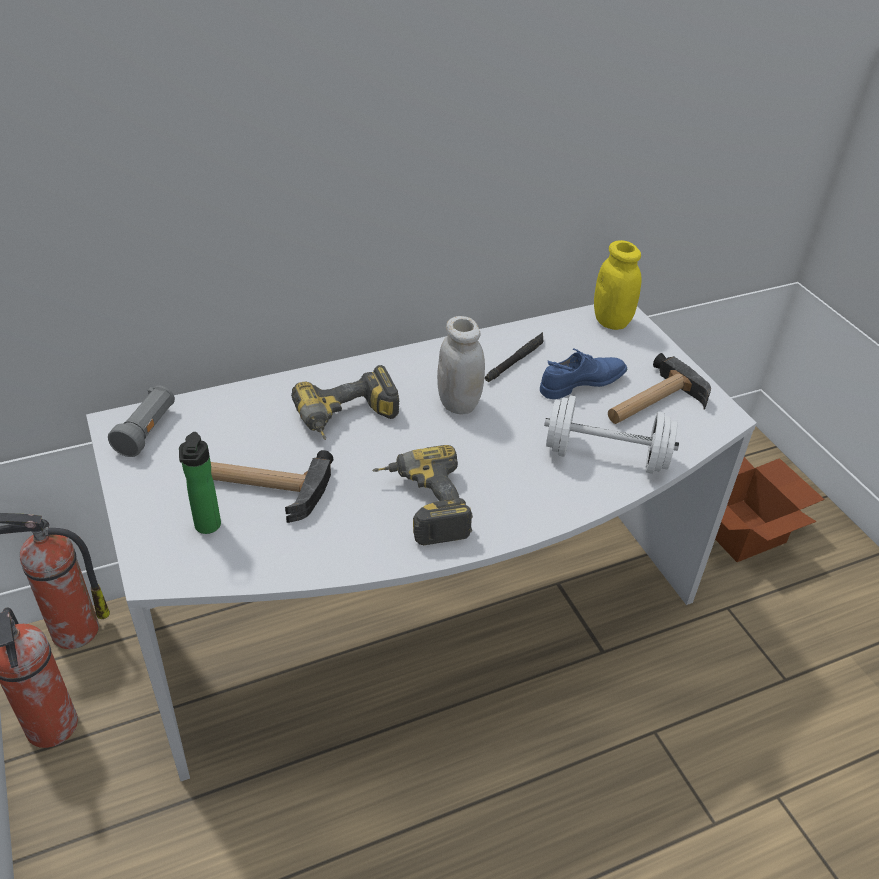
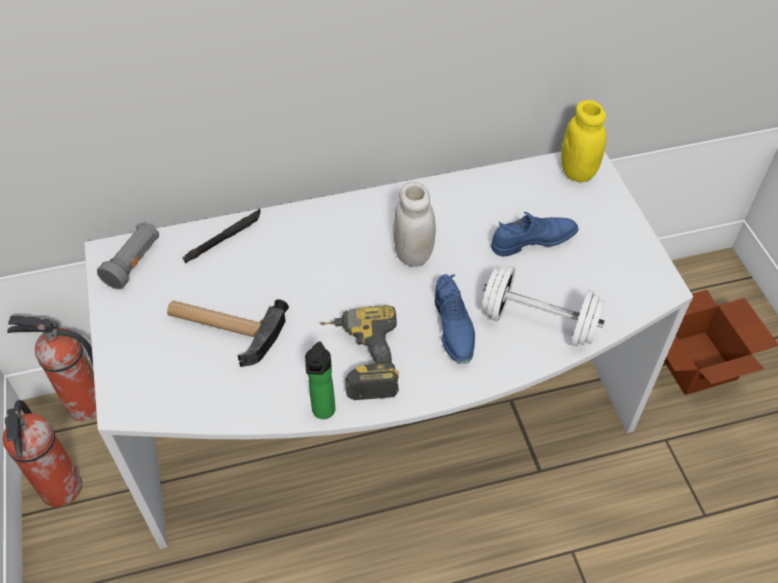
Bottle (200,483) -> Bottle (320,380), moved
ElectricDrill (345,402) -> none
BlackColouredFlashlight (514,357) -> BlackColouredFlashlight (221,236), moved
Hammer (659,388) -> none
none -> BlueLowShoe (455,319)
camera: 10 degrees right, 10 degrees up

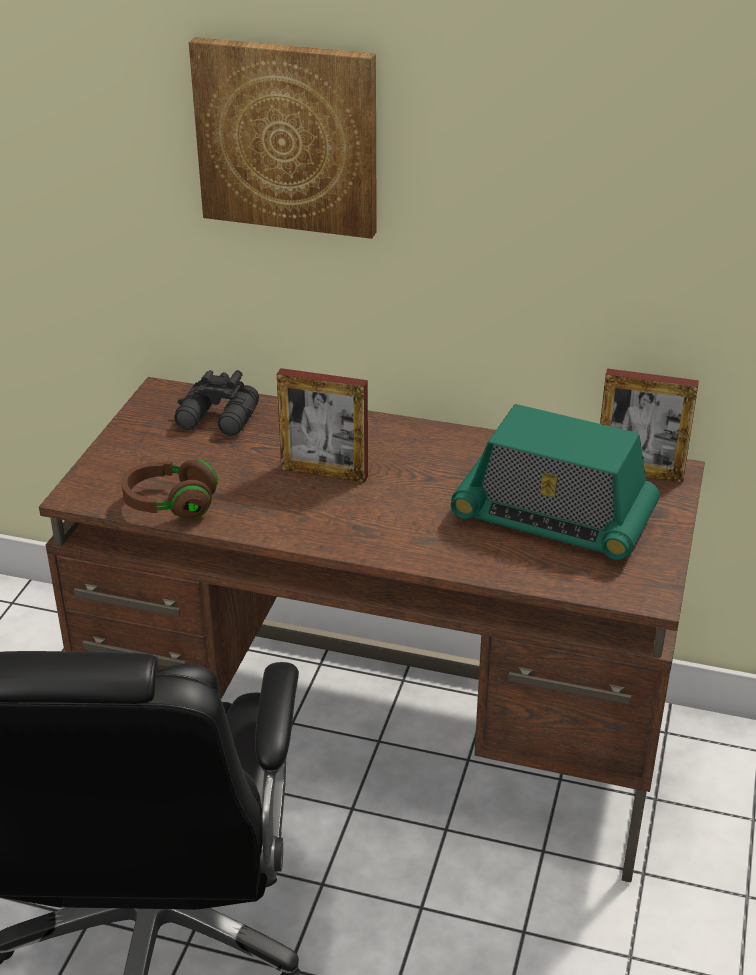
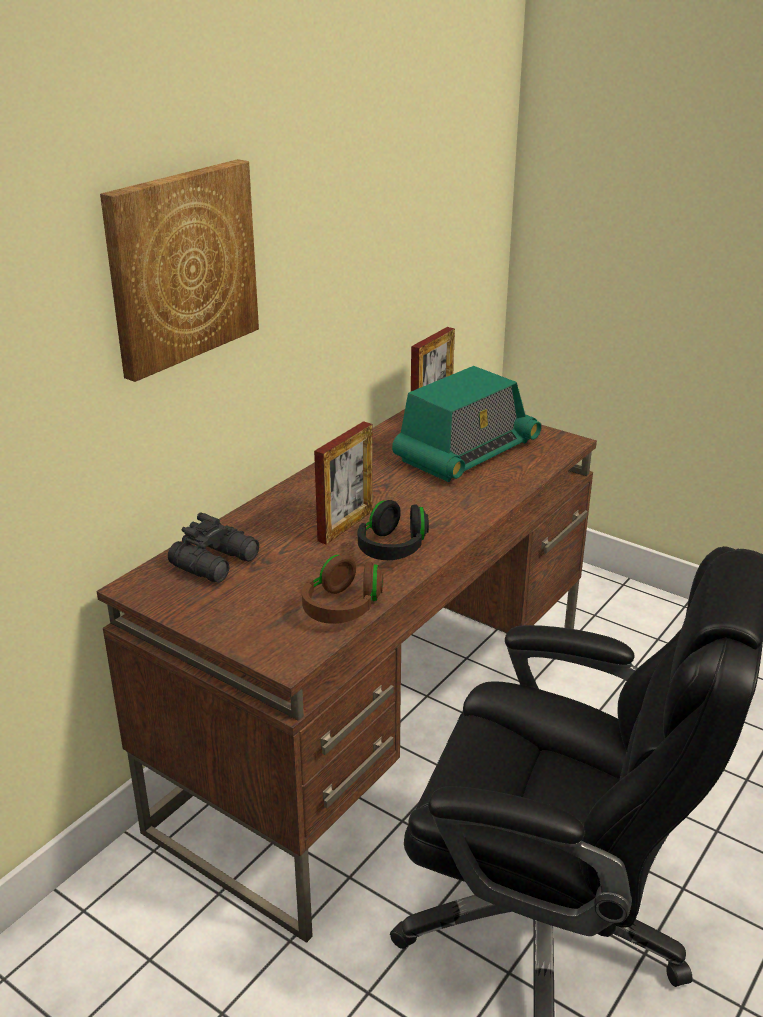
none -> BlackColouredHeadphones (393,530)
camera: 70 degrees left, 5 degrees down

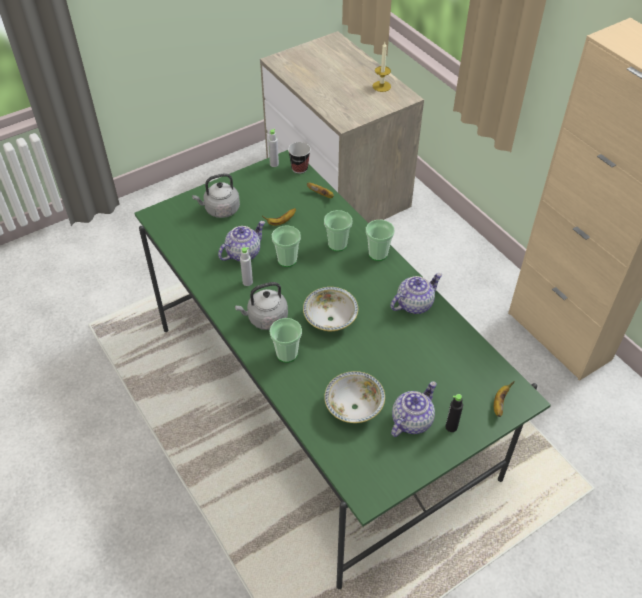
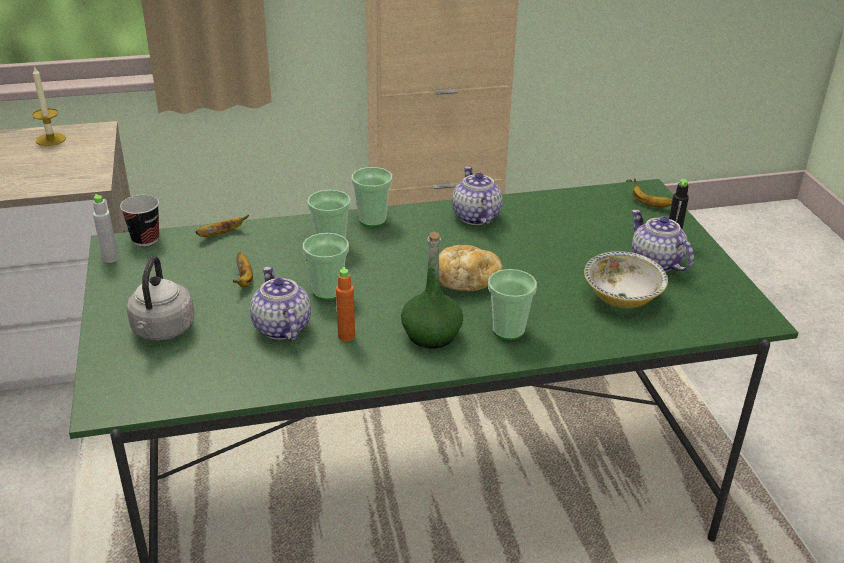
GreyishTeaKettle (261,306) -> GreenColouredBottle (432,290)
GreyishBottle (246,266) -> OrangeyBottle (345,304)
DeepDish (330,309) -> Bread (471,268)
camera: 70 degrees left, 15 degrees down

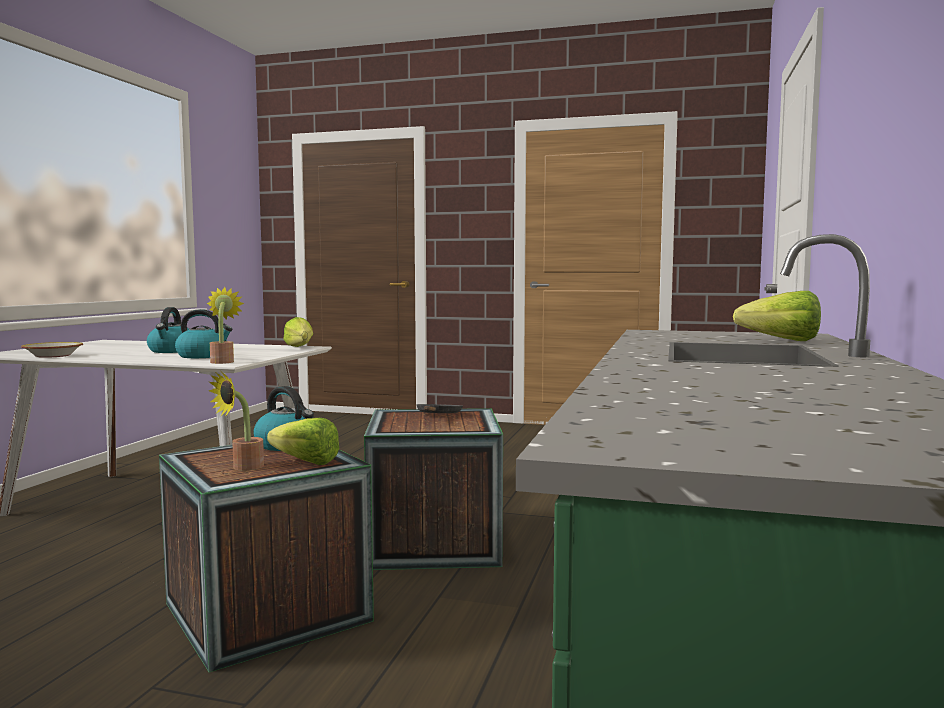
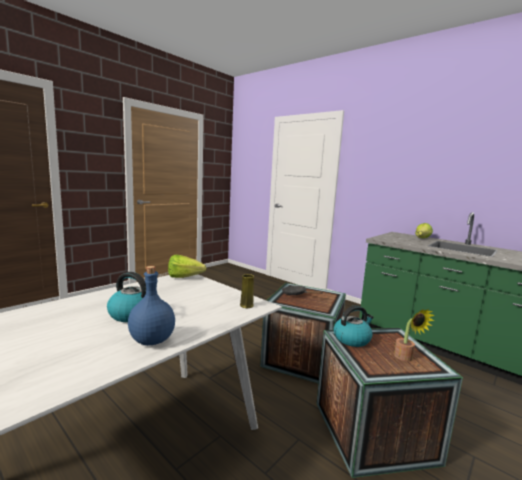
DeepDish (52,350) -> none
TeaKettle (204,333) -> none
PottedPlant (225,325) -> YellowishDecorativeVase (247,291)
Lettuce (303,441) -> none
none -> BlueBottle (151,306)
camera: 65 degrees left, 5 degrees up

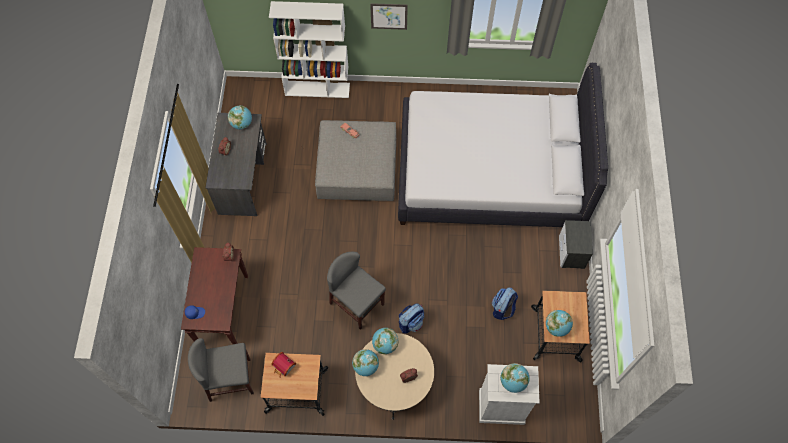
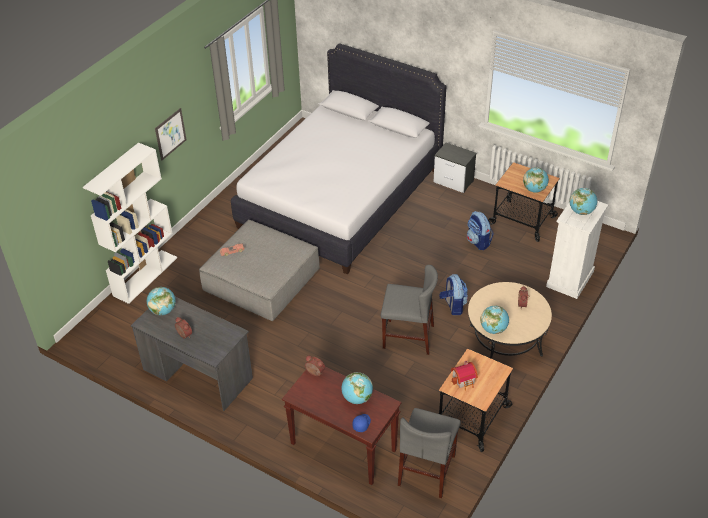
GreyishChair (356,291) -> GreyishChair (409,310), 150 degrees counterclockwise
Globe (385,341) -> Globe (357,388), moved
camera: 60 degrees left, 20 degrees down

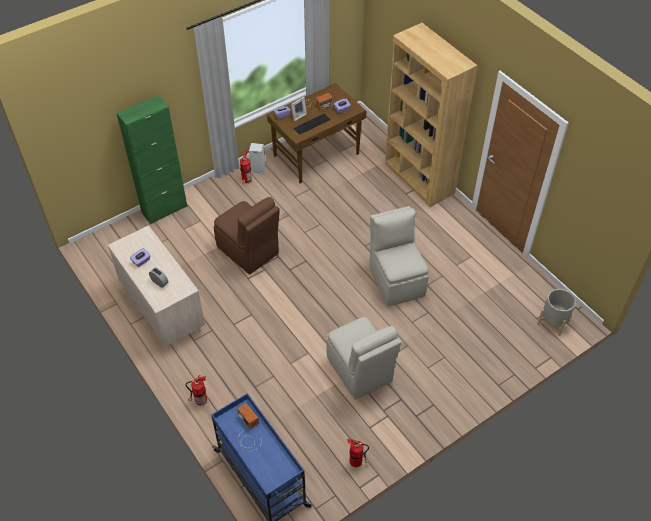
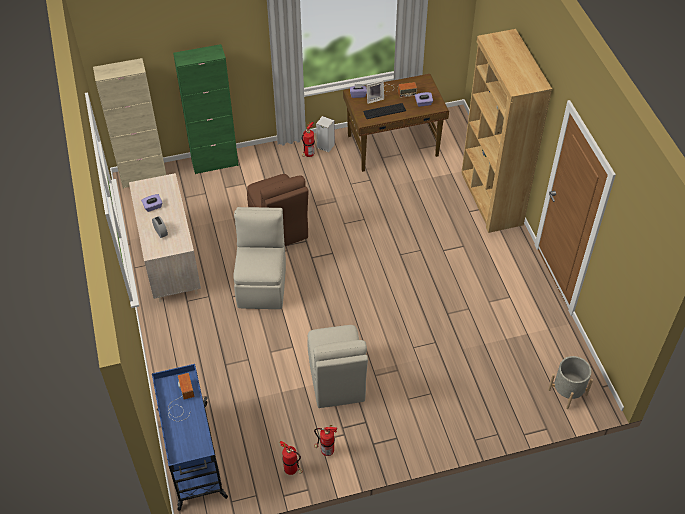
FireExtinguisher (196,390) -> FireExtinguisher (325,440), moved
BeigeChair (399,256) -> BeigeChair (259,258), moved
none -> BeigeCupboard (129,123)
camera: 20 degrees right, 0 degrees up

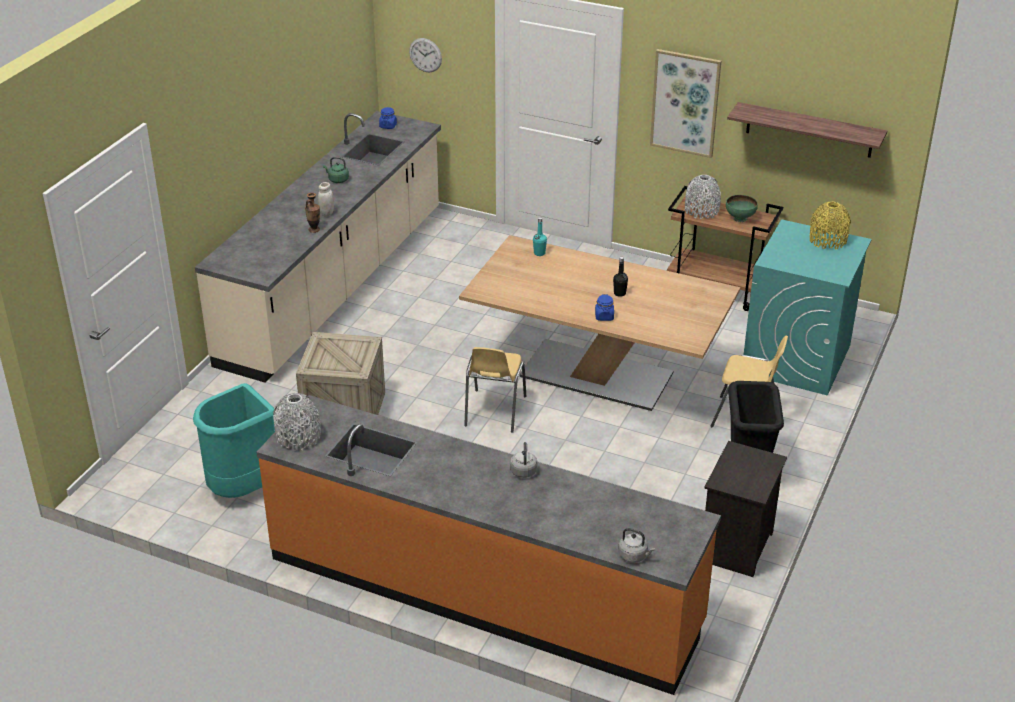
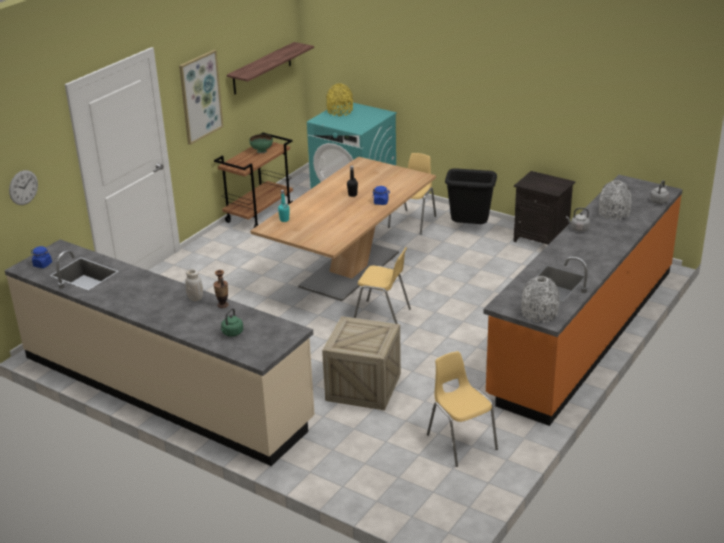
TurquoiseColouredWasteBin (234,440) -> YellowishChair (462,409)
GreenColouredTeaKettle (336,170) -> GreenColouredTeaKettle (232,322), moved
GreyishDecorativeVase (703,197) -> GreyishDecorativeVase (615,200), moved
camera: 80 degrees left, 5 degrees down

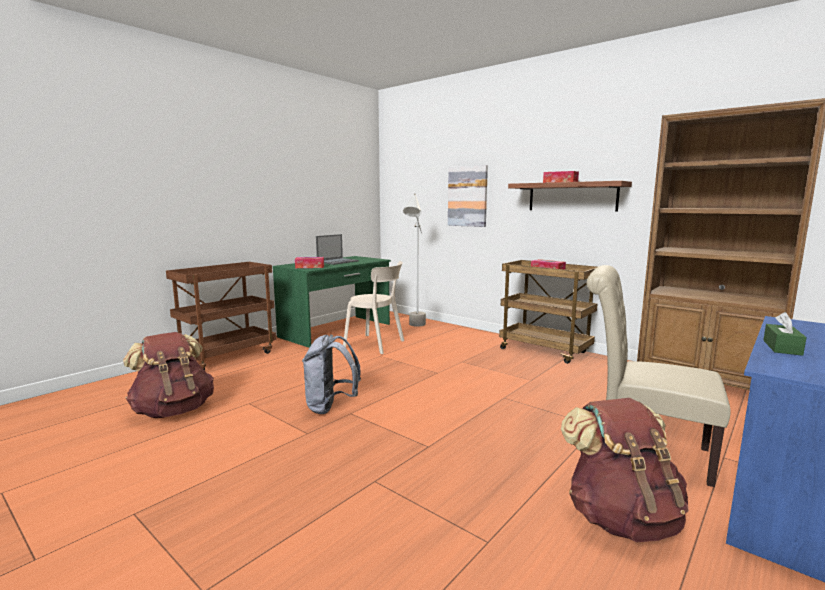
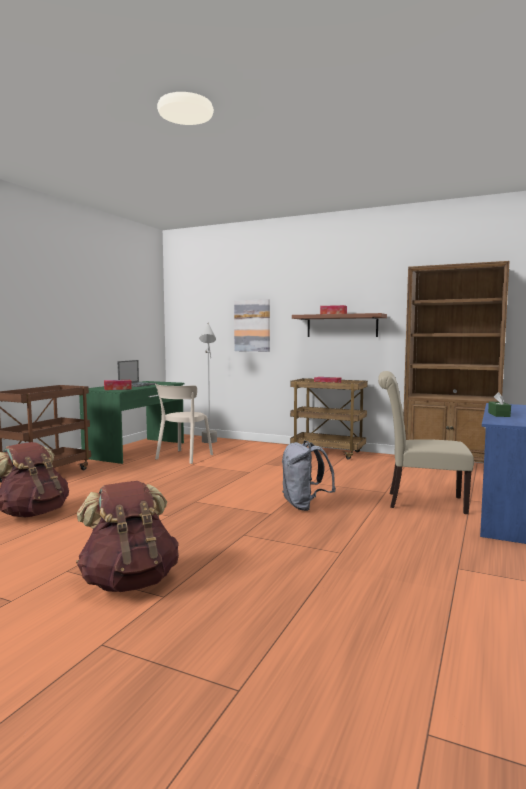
GreyishRucksack (331,374) -> GreyishRucksack (309,476), moved
BeigeChair (373,307) -> BeigeChair (184,424), 105 degrees clockwise
BrownishRucksack (625,470) -> BrownishRucksack (127,536), moved
camera: 15 degrees left, 5 degrees down

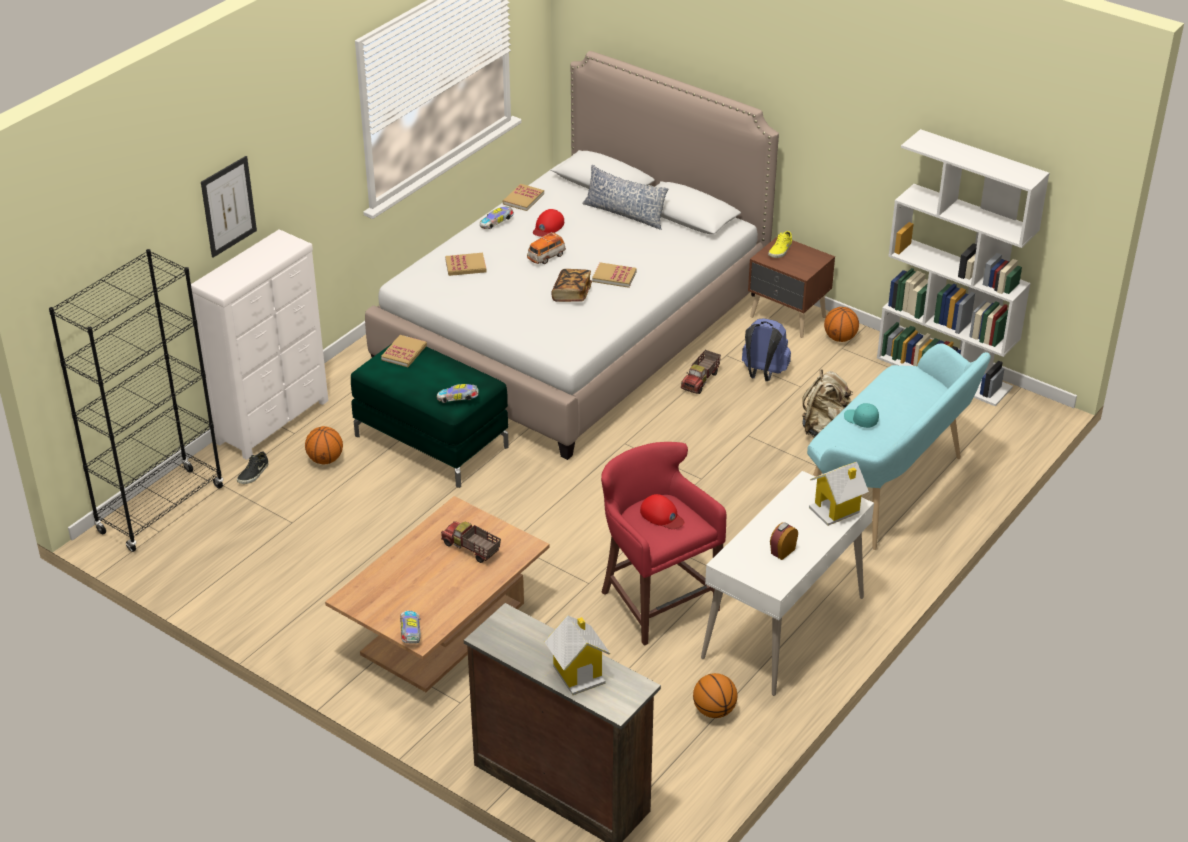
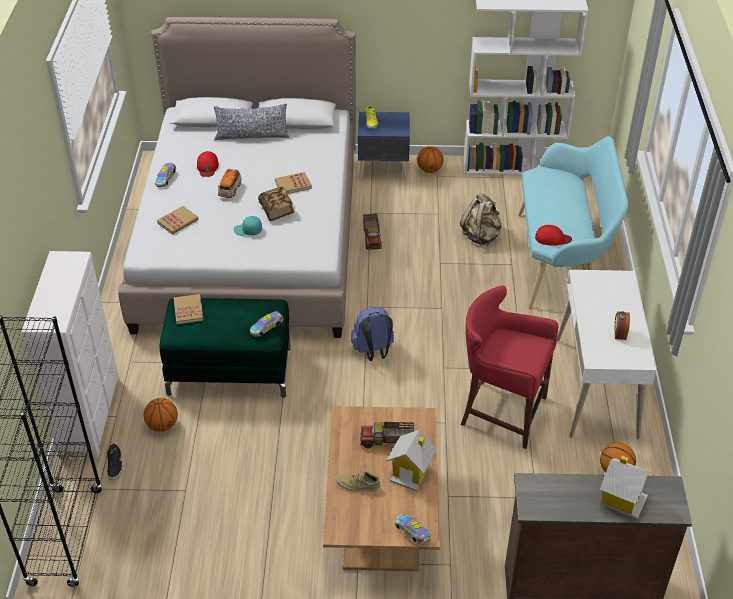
WallArt (229,207) -> none
Volume (523,197) -> none
ReddishPeakedCap (662,511) -> ReddishPeakedCap (553,235), moved
BlueRucksack (766,349) -> BlueRucksack (372,334), moved
BrownishNightstand (791,287) -> BlueNightstand (384,146)
ModelHouse (839,494) -> ModelHouse (412,460), moved
TurquoiseColouredPeakedCap (861,415) -> TurquoiseColouredPeakedCap (247,226), moved
none -> BeigeLowShoe (358,481)
camera: 35 degrees left, 5 degrees up

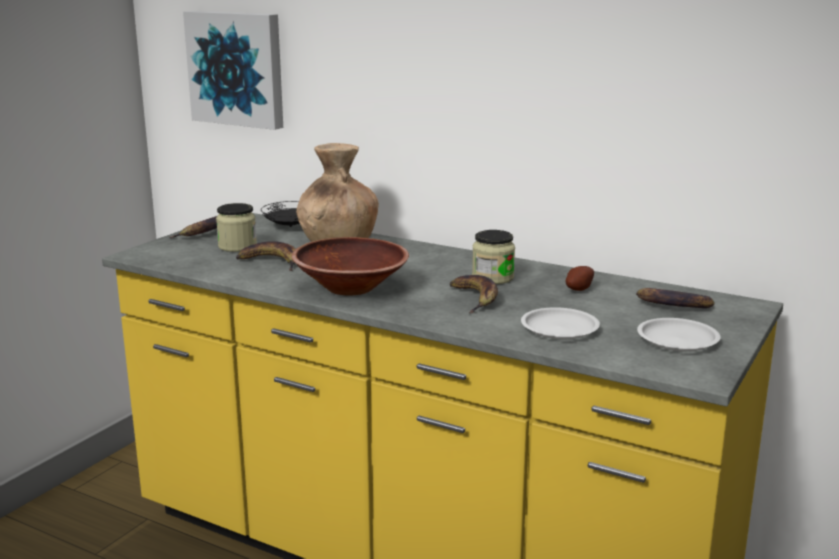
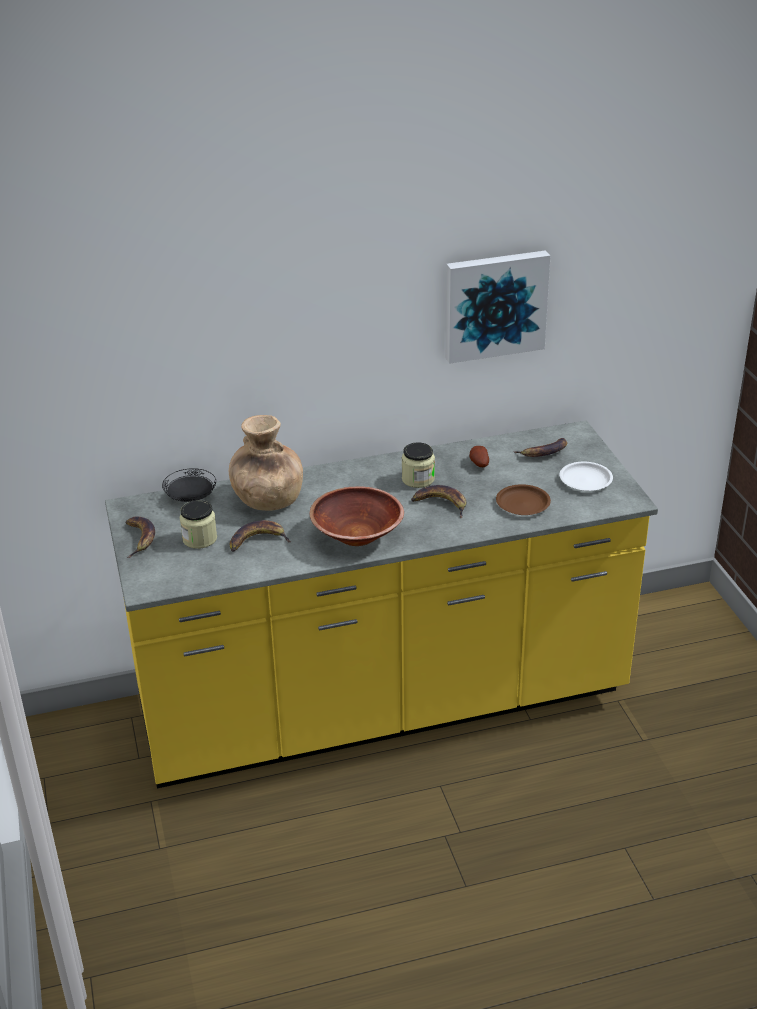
WallArt (233,70) -> WallArt (497,307), moved
WhitePlate (560,323) -> BrownishPlate (523,499)
camera: 45 degrees left, 15 degrees up

